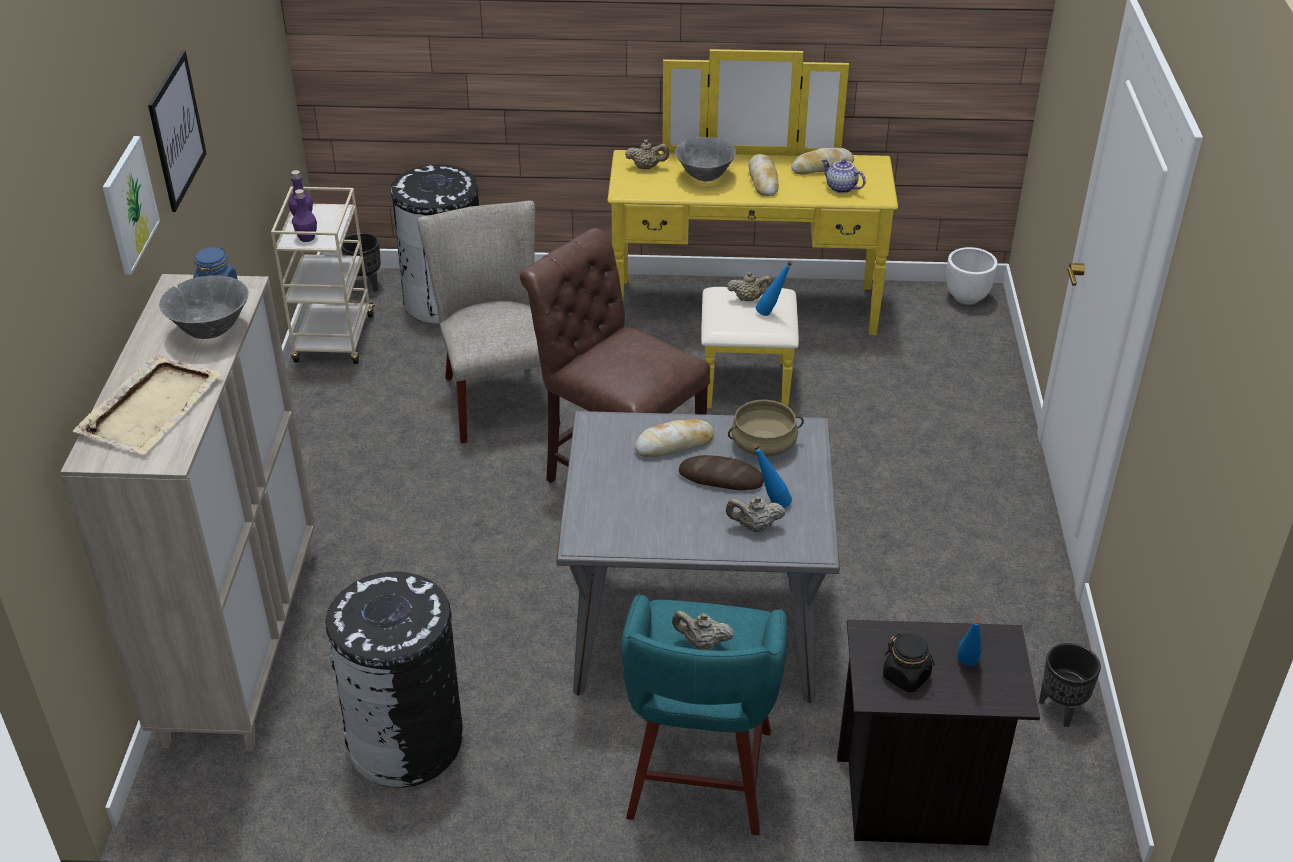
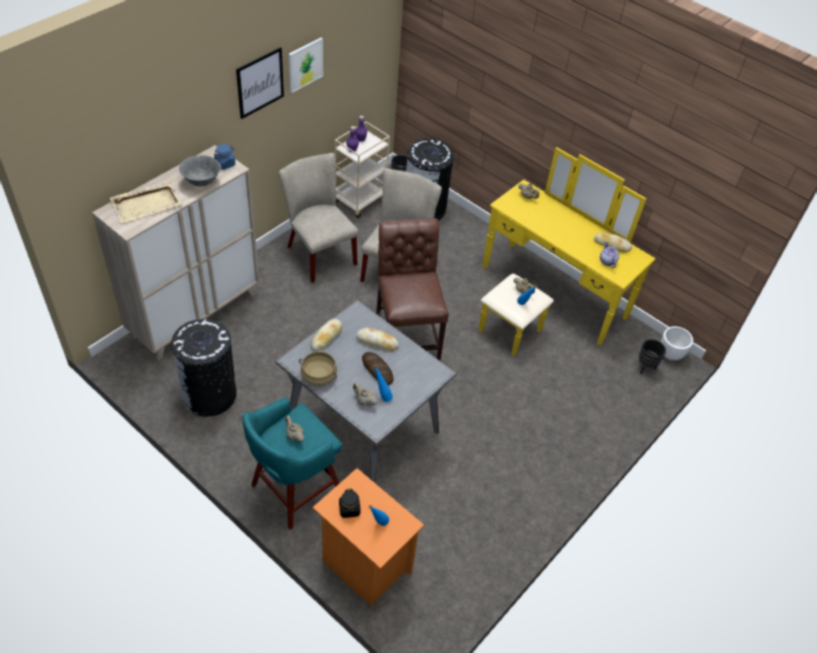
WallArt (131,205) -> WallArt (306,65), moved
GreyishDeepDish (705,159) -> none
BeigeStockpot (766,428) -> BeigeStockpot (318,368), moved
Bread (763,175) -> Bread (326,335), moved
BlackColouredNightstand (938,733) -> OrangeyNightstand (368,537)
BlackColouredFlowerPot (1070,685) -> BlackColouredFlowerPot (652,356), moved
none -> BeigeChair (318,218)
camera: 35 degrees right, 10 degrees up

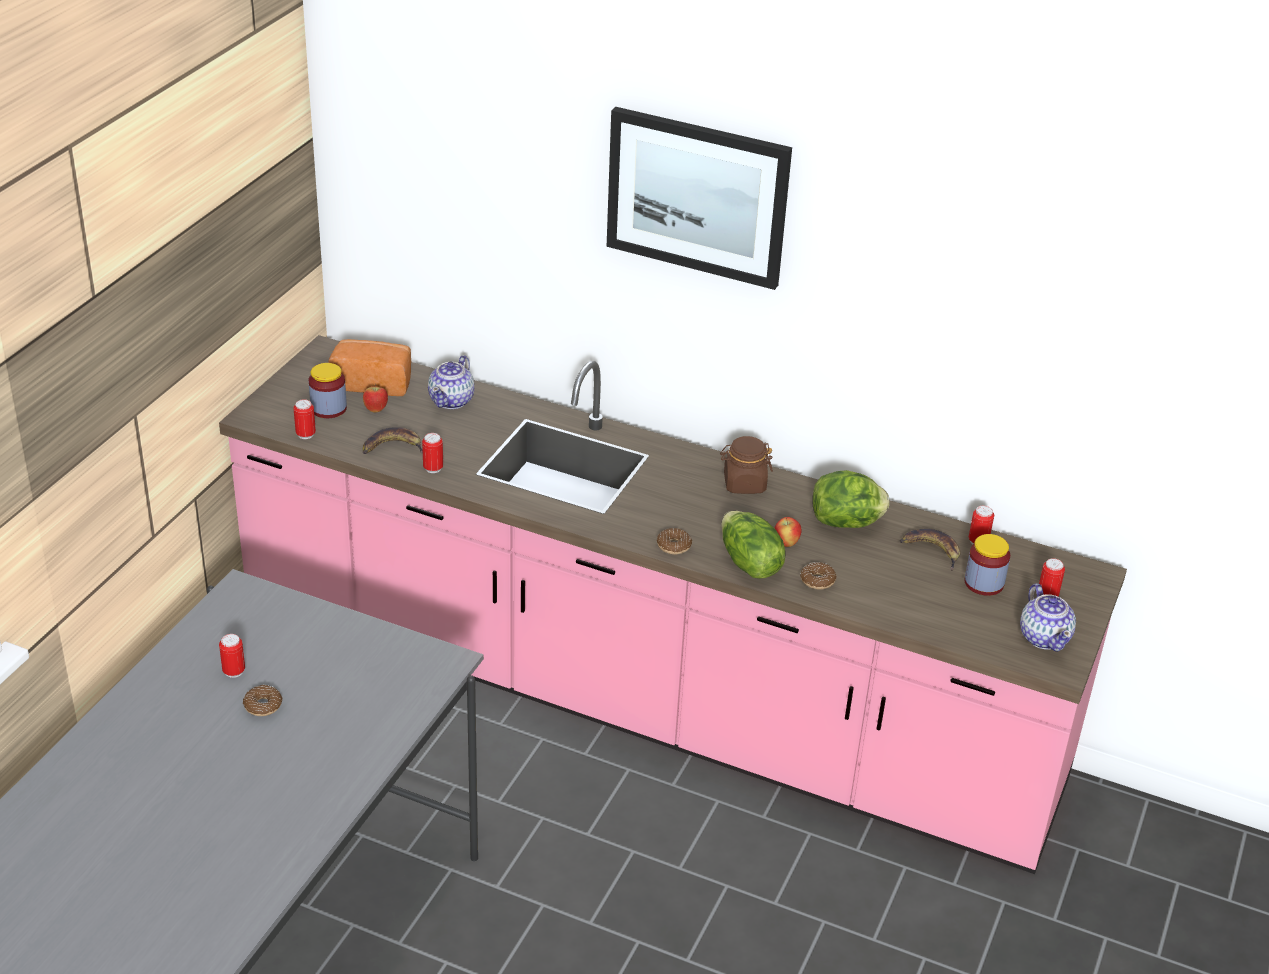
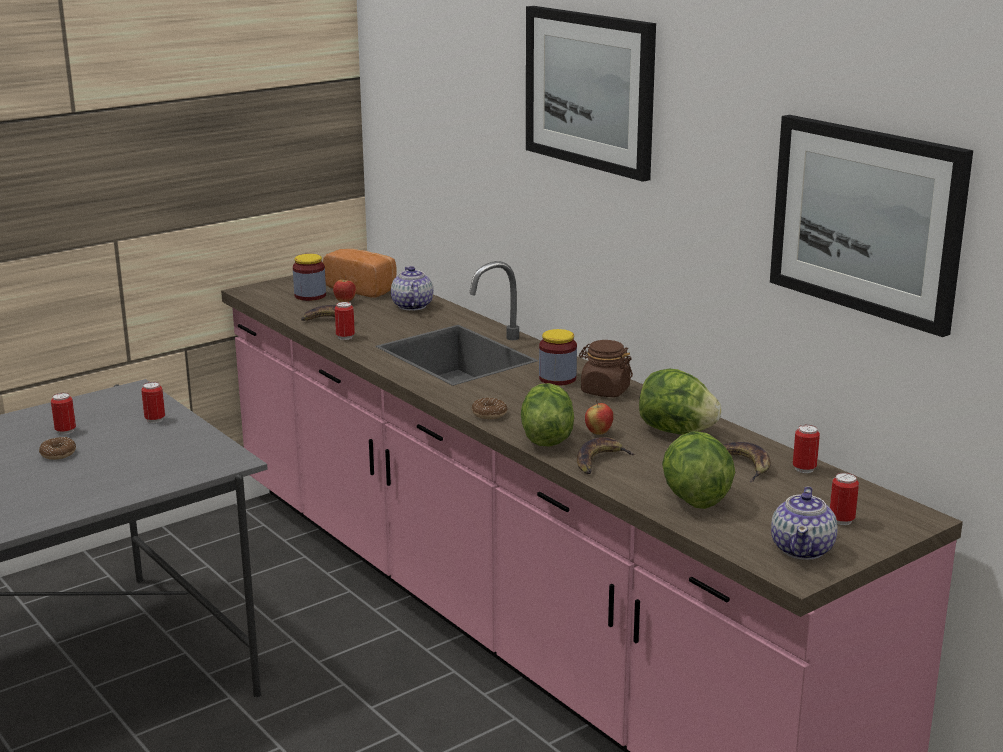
Can (304,419) -> Can (153,402), moved
PotForTea (451,382) -> PotForTea (412,288), 120 degrees clockwise
RingDoughnut (818,576) -> BananaFruit (606,455)
Jar (987,565) -> Jar (558,357), moved
none -> Lettuce (698,470)
none -> WallArt (871,226)
camera: 30 degrees right, 15 degrees down

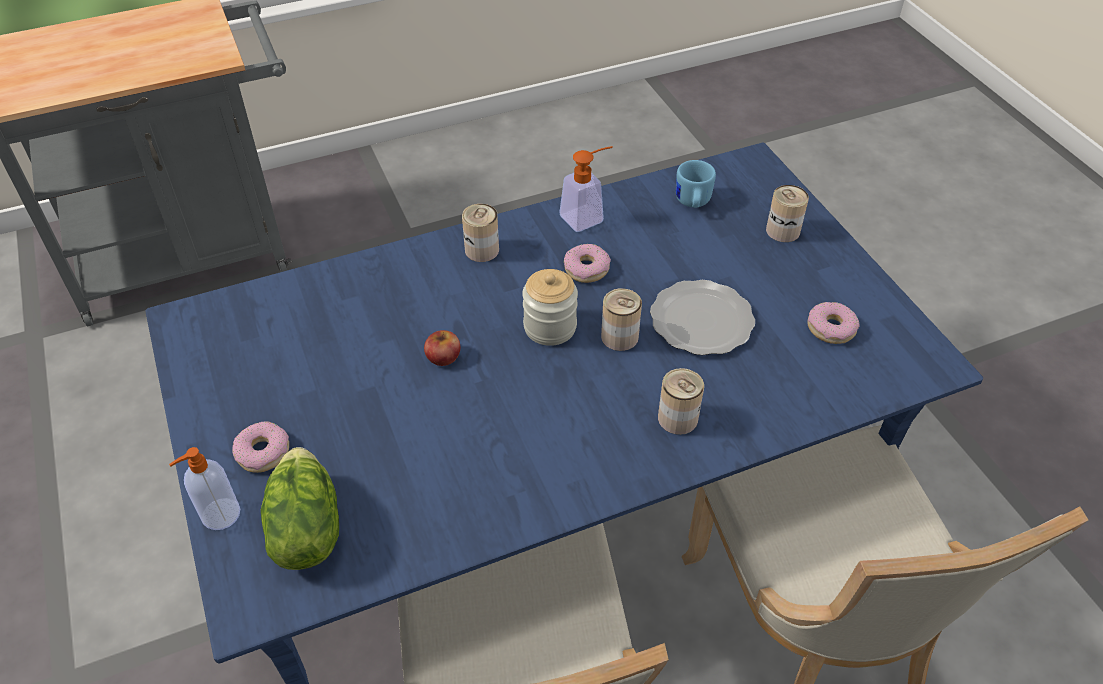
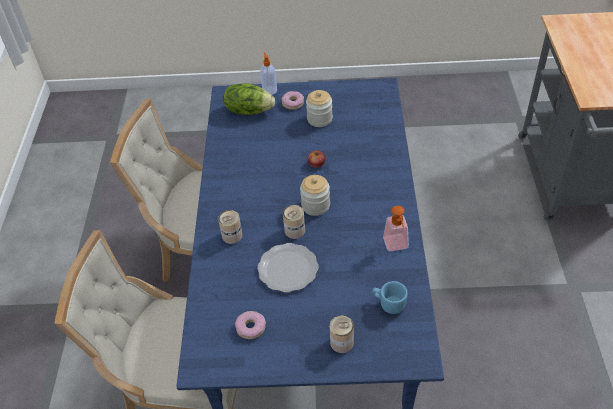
Can (480,233) -> none
RingDoughnut (587,263) -> none
none -> Jar (319,108)
camera: 115 degrees right, 0 degrees up

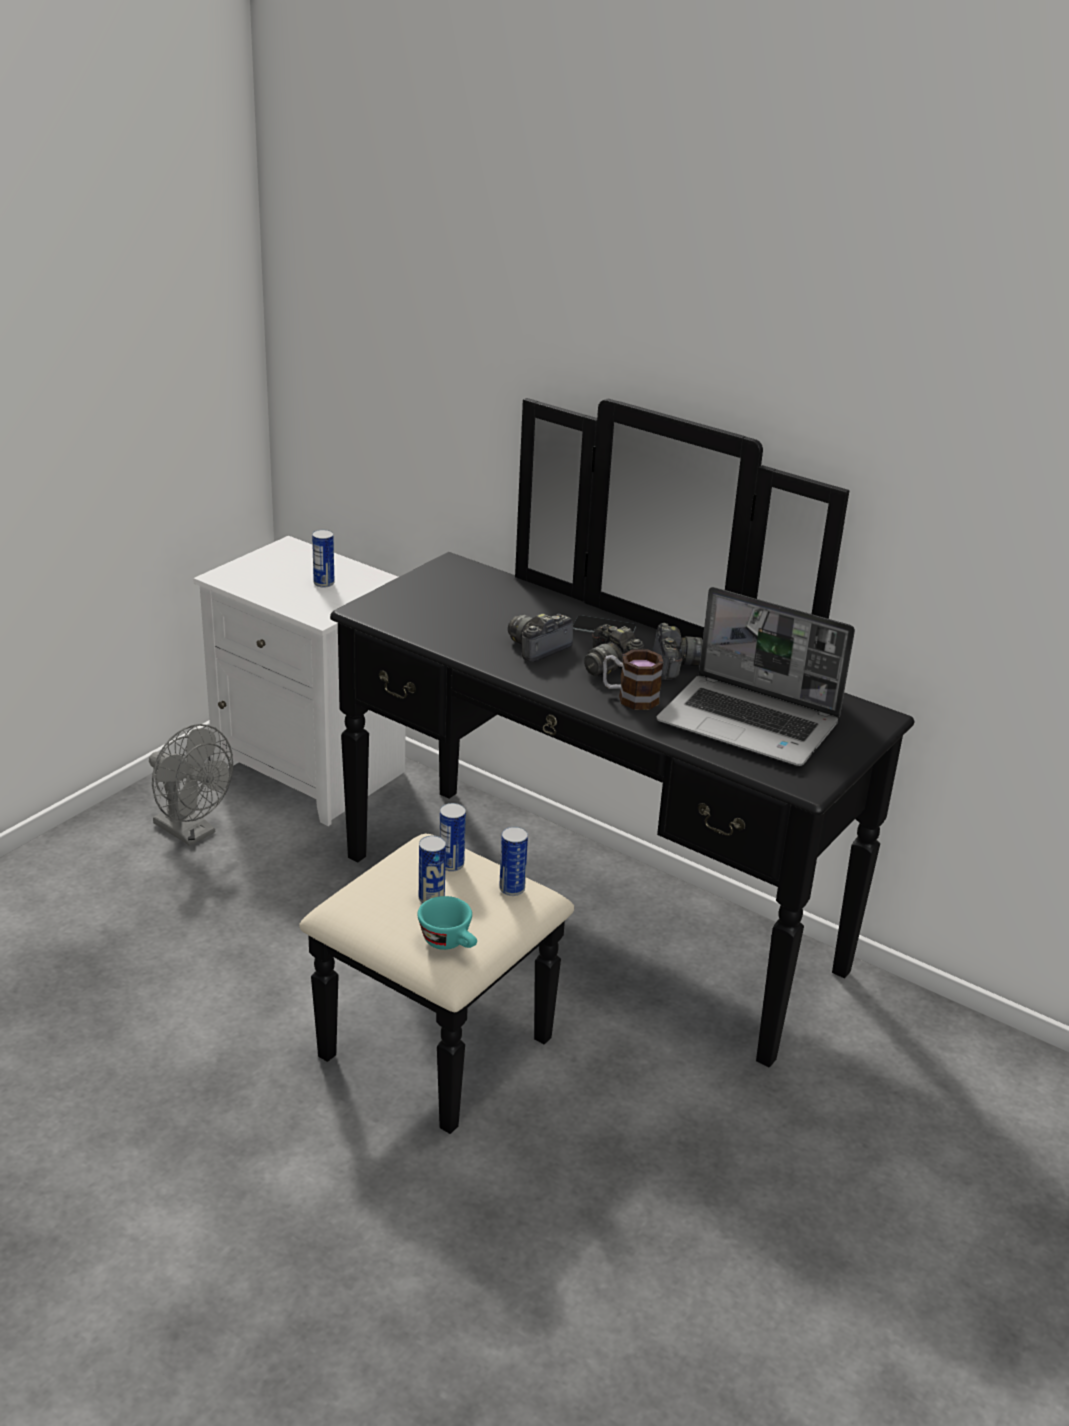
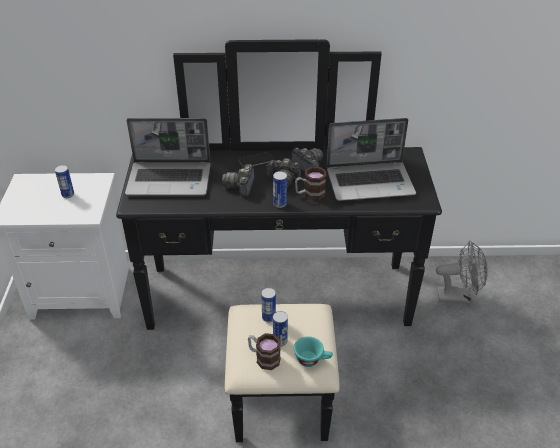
GreyishElectricFan (191,785) -> GreyishElectricFan (462,272), moved
Can (513,861) -> Can (280,189), moved
none -> PortableComputer (168,156)
none -> TeaMug (264,351)
camera: 35 degrees left, 10 degrees up

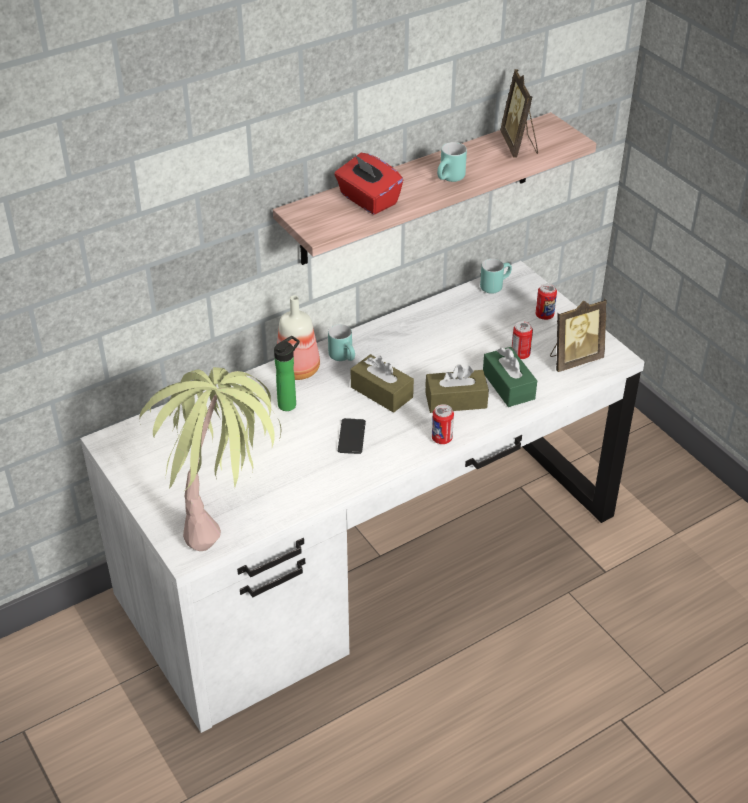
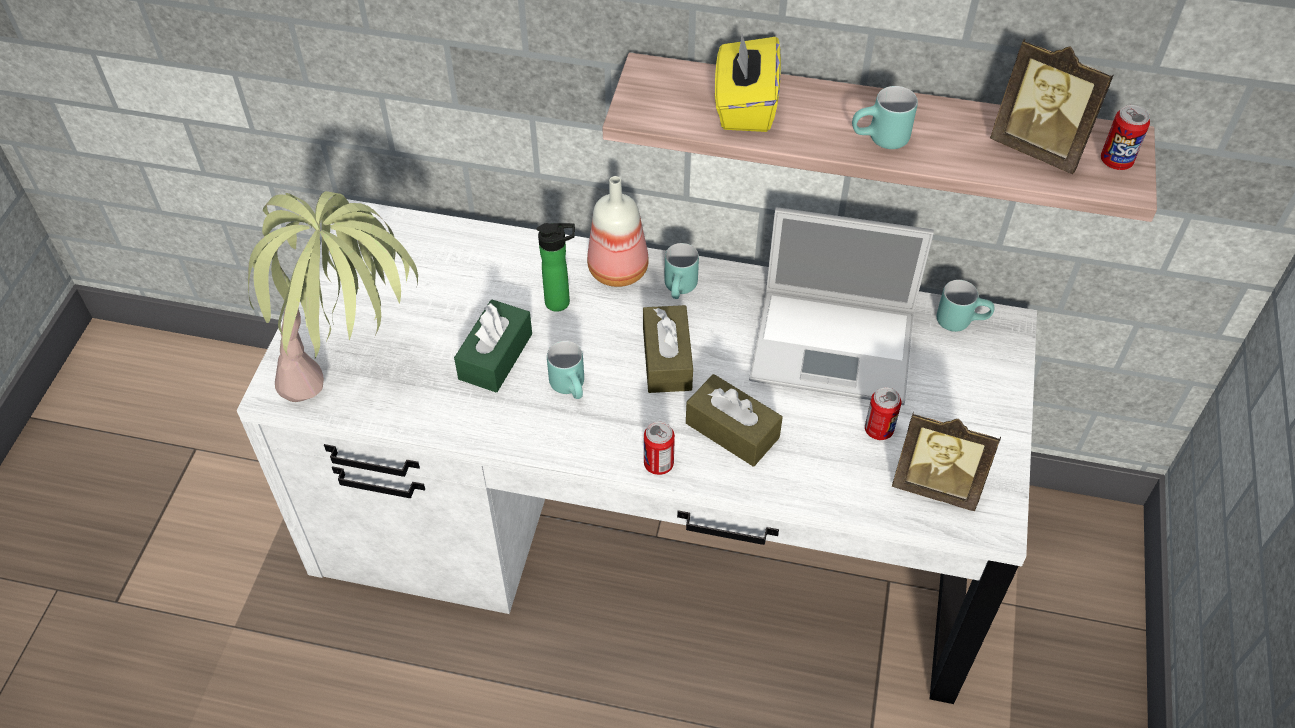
ReddishBoxOfTissues (368,184) -> YellowishBoxOfTissues (748,83)
Handset (352,436) -> TurquoiseColouredTeaMug (565,370)
GreenColouredBoxOfTissues (510,377) -> GreenColouredBoxOfTissues (493,345), moved
PhotoFrame (519,113) -> PhotoFrame (1051,106), 90 degrees counterclockwise
Can (546,301) -> Can (1125,137), moved
none -> PortableComputer (841,306)
camera: 45 degrees right, 10 degrees up

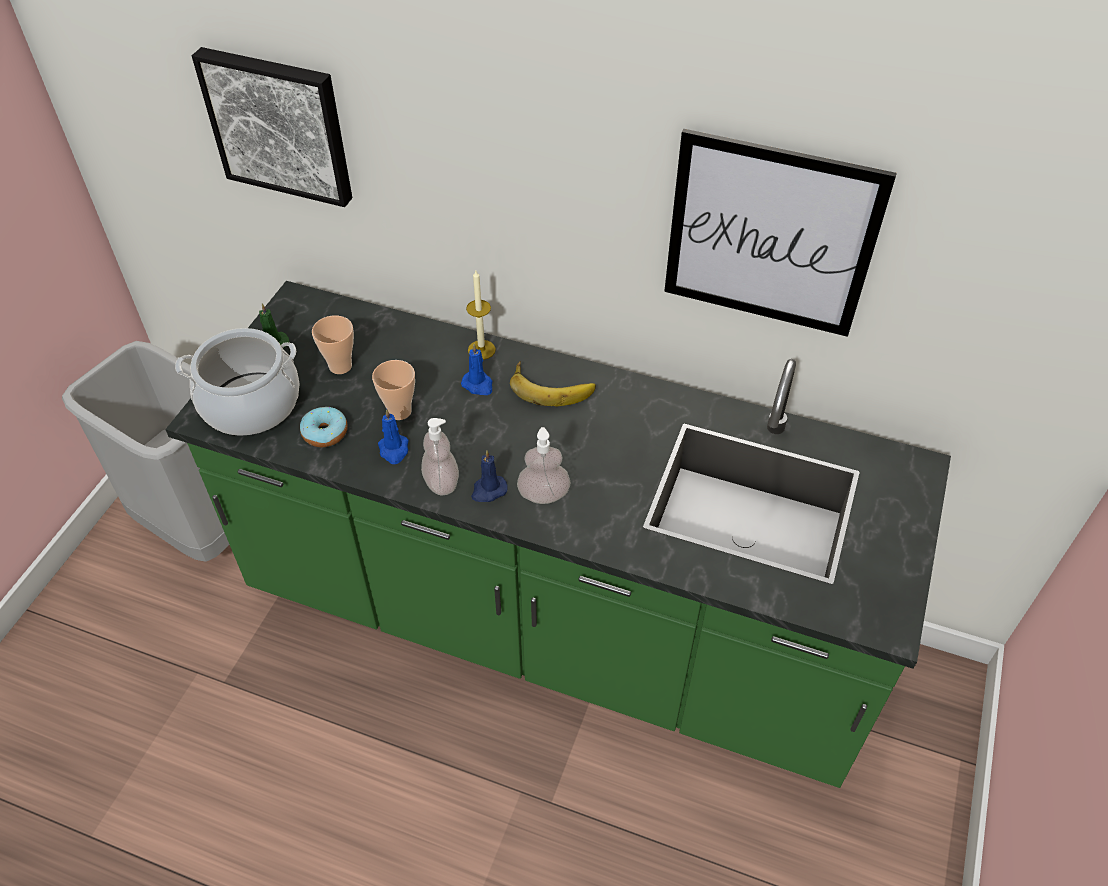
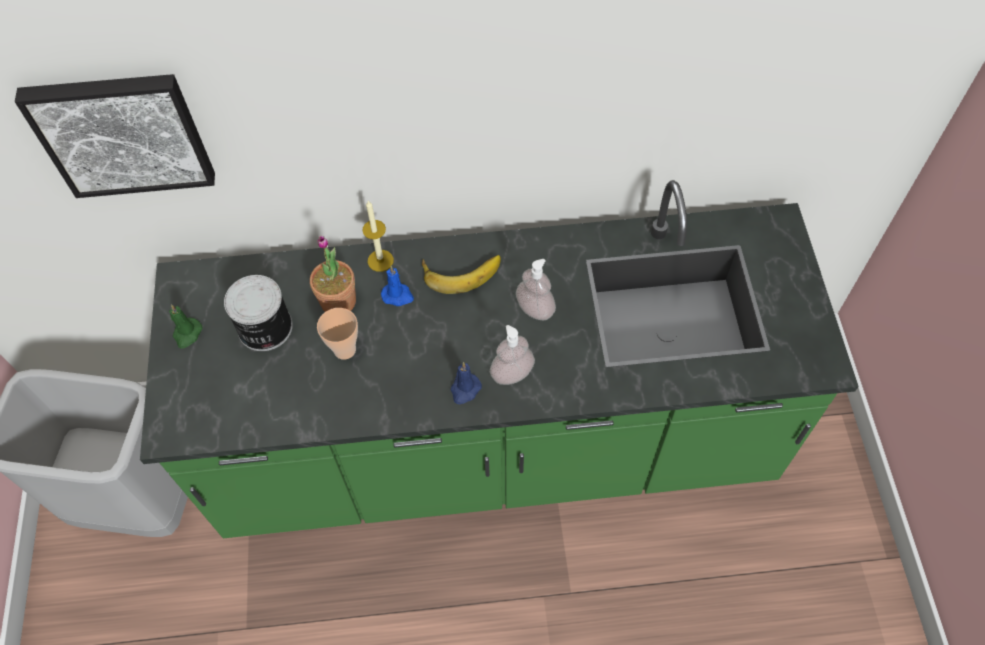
Stockpot (237,382) -> none
RingDoughnut (324,427) -> none
Cup (333,345) -> Can (258,313)
BlueCandle (393,436) -> none
SoapBottle (440,457) -> SoapBottle (536,289), moved
WallArt (780,233) -> none
none -> PottedPlant (333,273)
camera: 25 degrees left, 10 degrees up

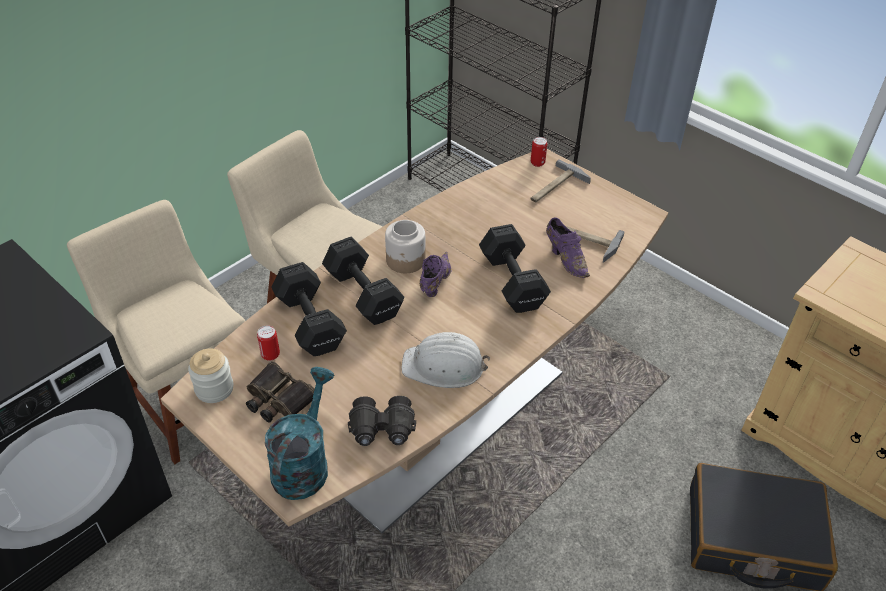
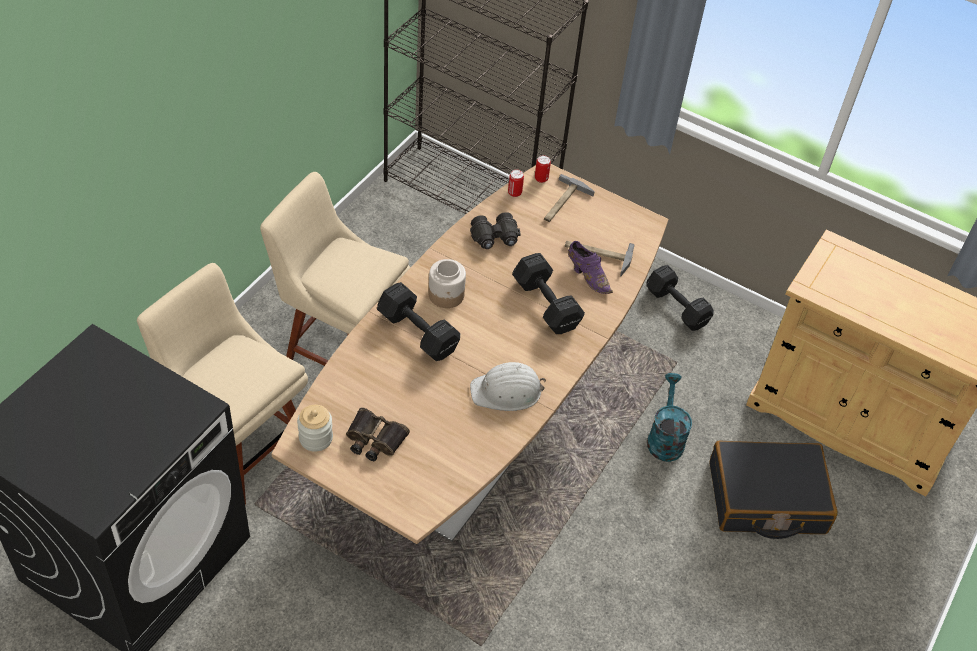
Can (268,343) -> Can (516,183), moved
TurquoiseColouredWateringCan (299,433) -> TurquoiseColouredWateringCan (669,417), moved
BlackColouredFreeWeight (309,309) -> BlackColouredFreeWeight (680,298), moved
BlackColouredFieldGlasses (382,421) -> BlackColouredFieldGlasses (495,230), moved
PurpleColouredLowShoe (436,274) -> none
camera: 15 degrees left, 5 degrees up

